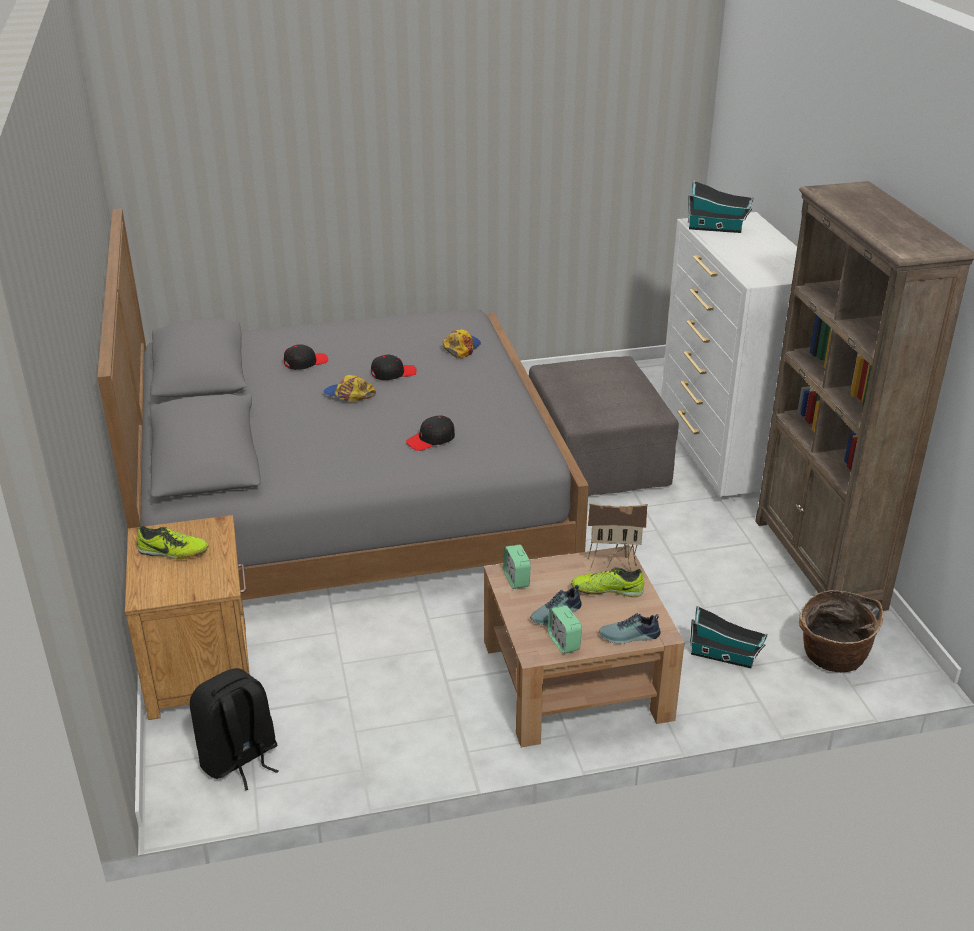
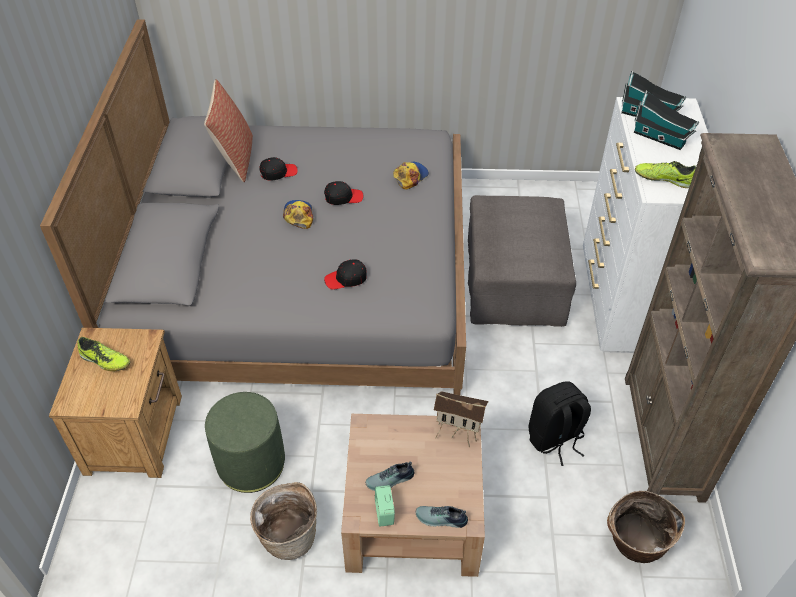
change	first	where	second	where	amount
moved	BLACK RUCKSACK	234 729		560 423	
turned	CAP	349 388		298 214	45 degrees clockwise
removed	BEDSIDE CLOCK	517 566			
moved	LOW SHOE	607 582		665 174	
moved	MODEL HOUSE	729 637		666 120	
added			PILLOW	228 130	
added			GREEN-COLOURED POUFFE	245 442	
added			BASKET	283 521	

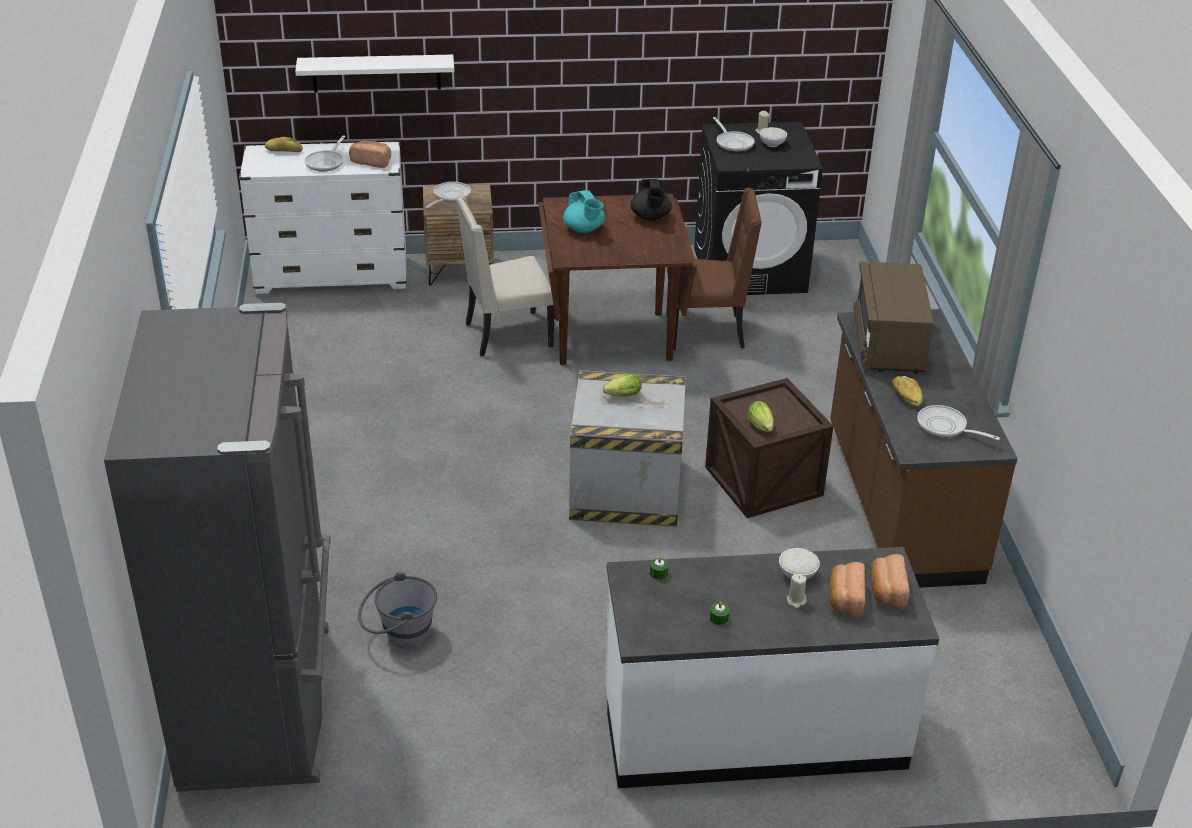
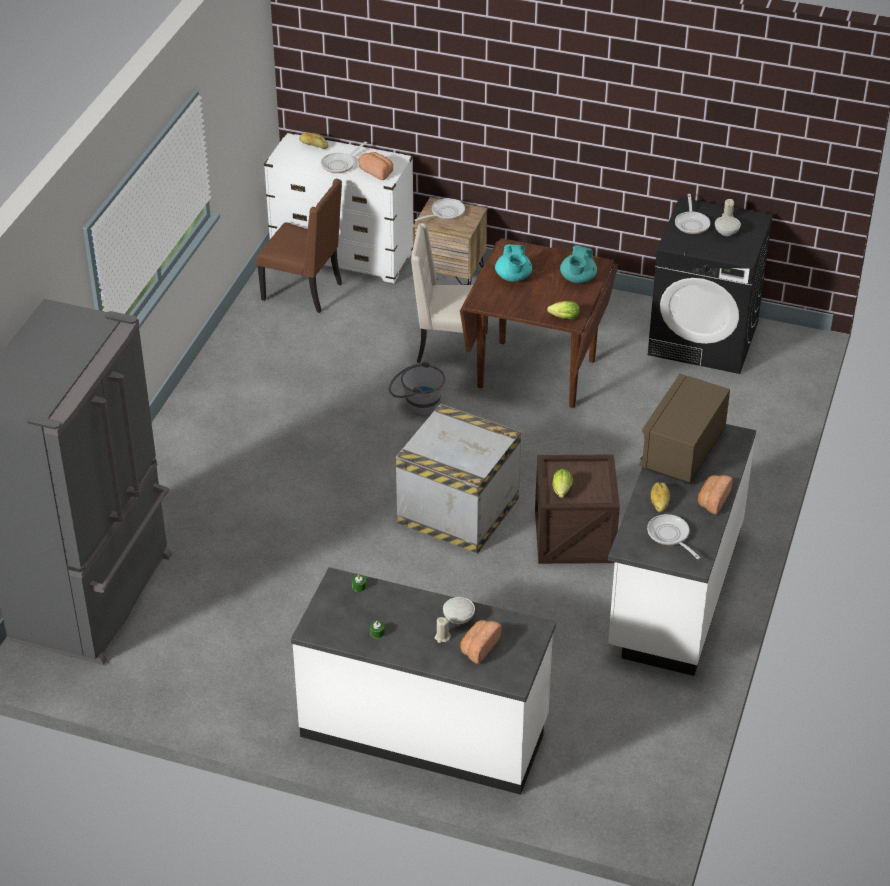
change	first	where	second	where	amount
removed	WHITISH SHELF	374 73			
moved	GREY WATER BUCKET	397 610		417 388	
moved	LETTUCE HEAD	622 385		563 310	
recoloured	BLACK TEA POT	651 200	TURQUOISE-COLOURED TEA POT	578 264	
moved	BROWN CHAIR	714 269		299 246	
recoloured	BROWN KITCHEN BASE UNIT	924 448	WHITISH KITCHEN BASE UNIT	682 550	
moved	BAKERY BREAD	890 581		715 494	

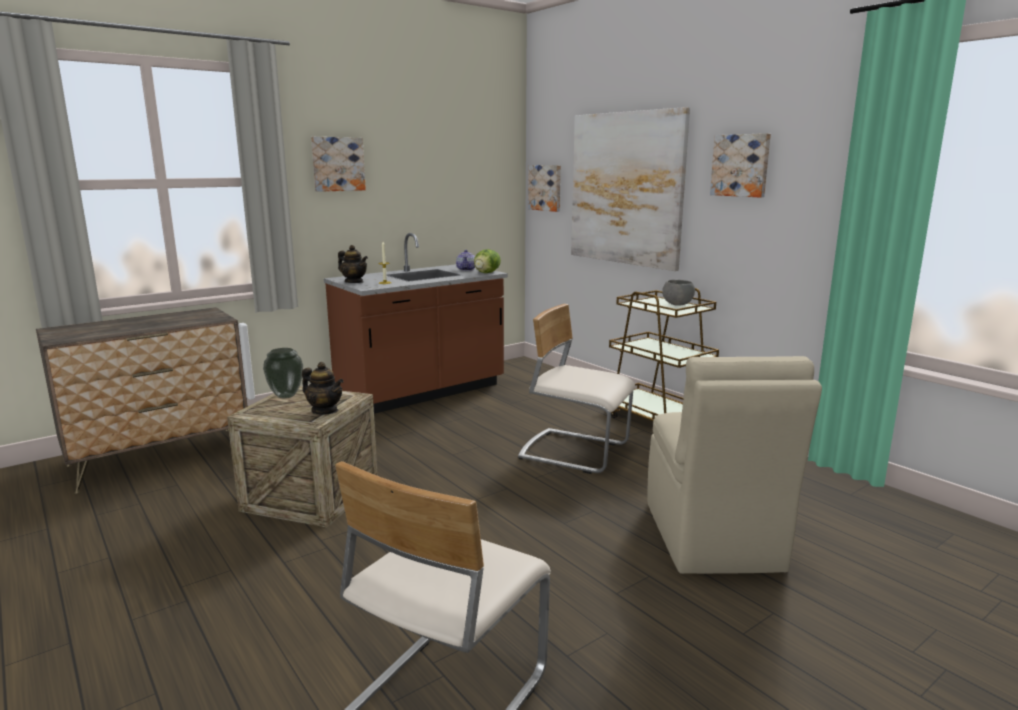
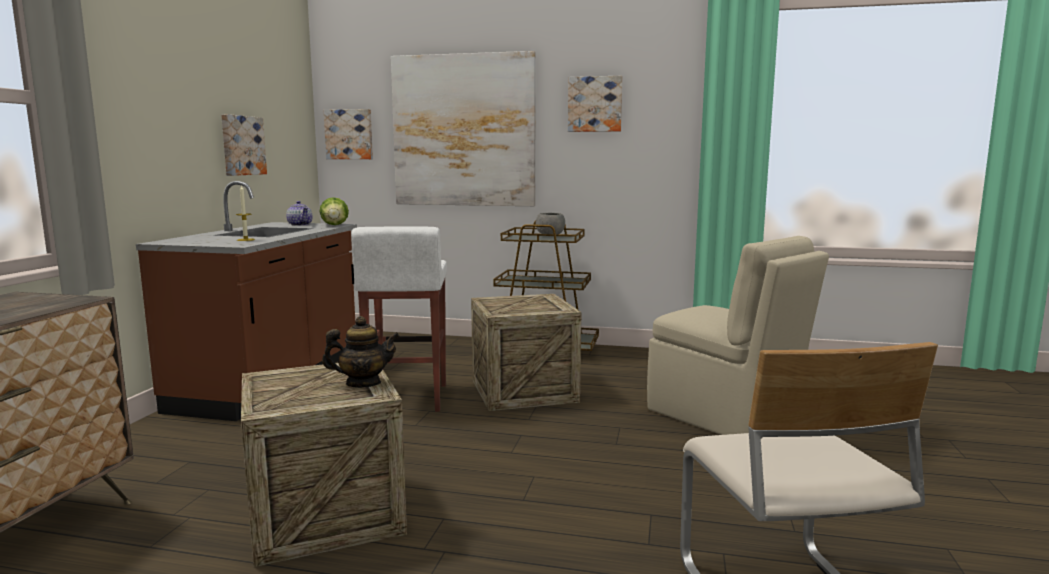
change	first	where	second	where	amount
removed	FLOWER VASE	283 373			
moved	WALL ART	338 164		244 145	
removed	TEA POT	353 264			
replaced	BEIGE-COLOURED CHAIR	576 389	SHIPPING CRATE	526 352	
added			WHITISH STOOL SEAT	399 319	

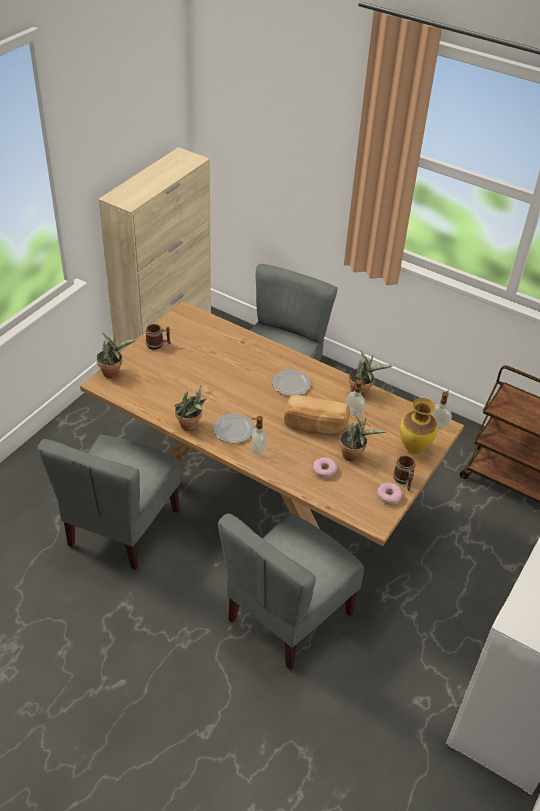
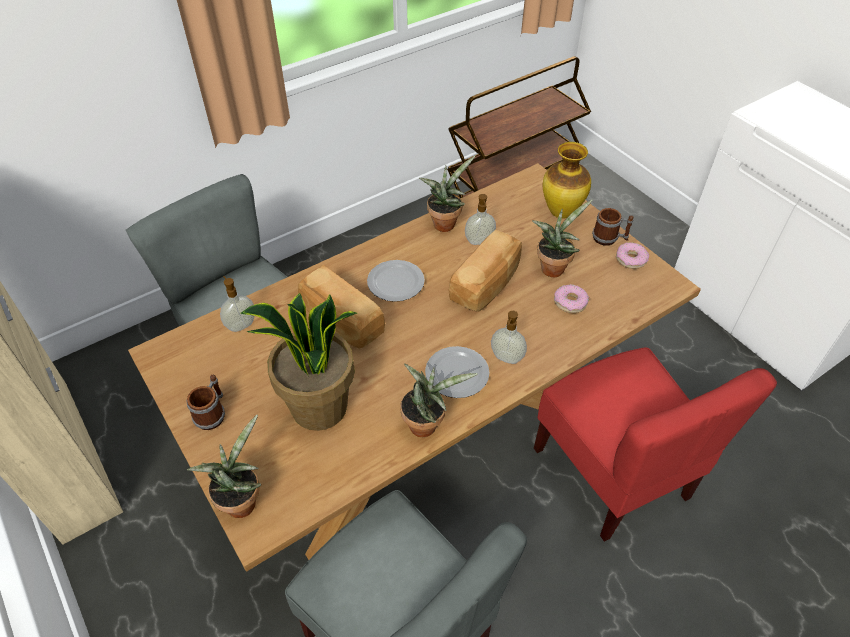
change	first	where	second	where	amount
recoloured	GREY CHAIR	291 591	RED-COLOURED CHAIR	655 444	
moved	LIQUID SOAP BOTTLE	441 410		237 304	
added			PLANT IN A POT	299 362	
added			BAKERY BREAD	341 307	

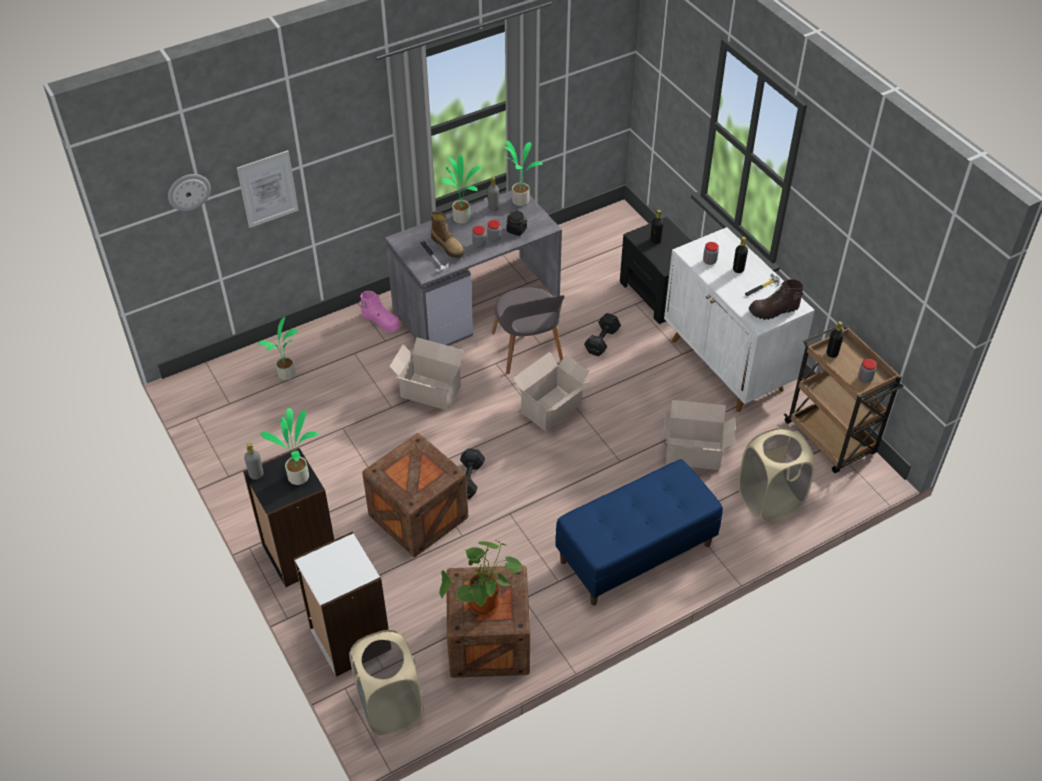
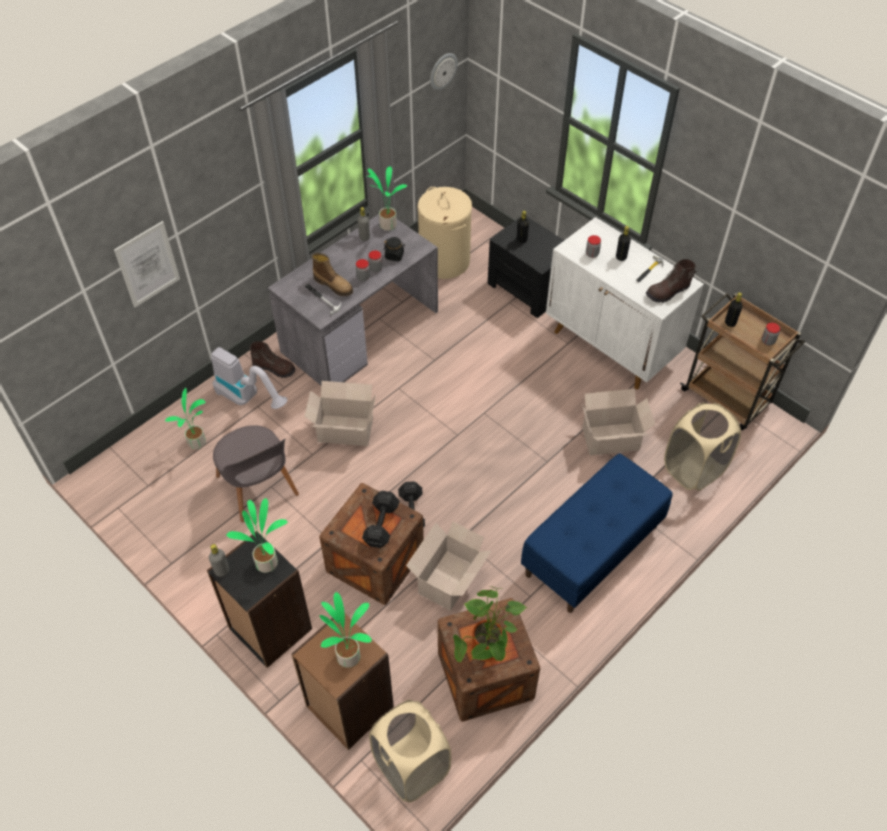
change	first	where	second	where	amount
moved	CLOCK ON THE WALL	189 192		444 71	
recoloured	WHITISH BOOKSHELF	341 604	BROWN BOOKSHELF	342 682	
recoloured	PINK-COLOURED BOOT	380 311	BROWN BOOT	272 359	
moved	PLANT IN A POT	461 189		346 630	
moved	GREY CHAIR	528 330		256 474	
moved	PACKING BOX	552 391		448 566	
moved	BLACK DUMBBELL	602 334		380 519	
added			VACUUM	249 378	
added			BEIGE-COLOURED LAUNDRY BASKET	444 233	

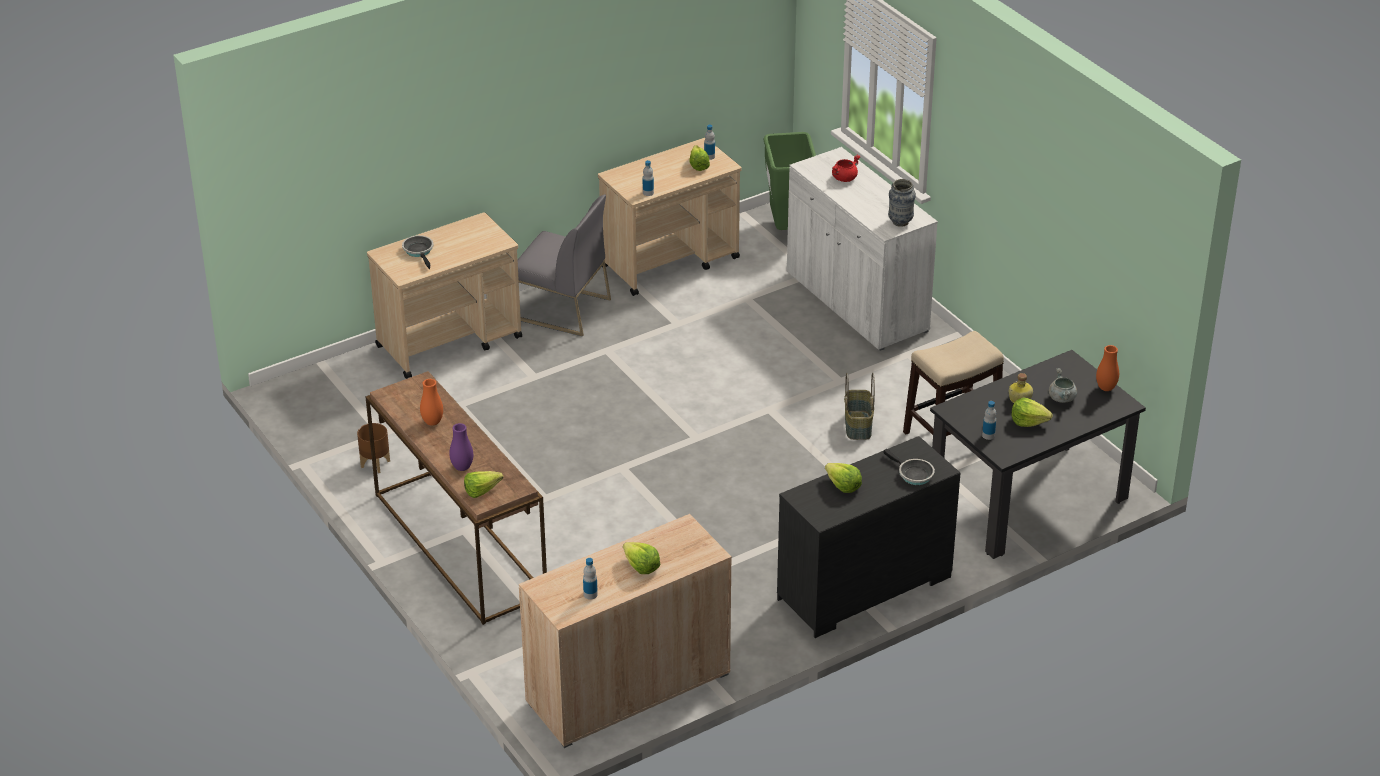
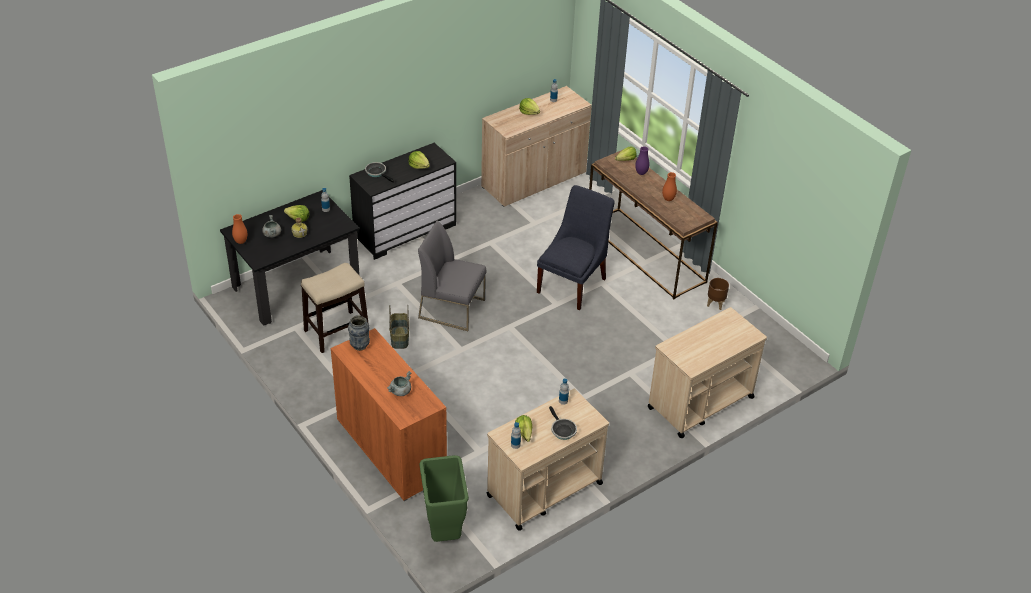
change	first	where	second	where	amount
moved	PAN	418 252		563 423	
moved	GREY CHAIR	564 265		452 275	
recoloured	WHITISH CABINET	862 249	ORANGE CABINET	388 414	
recoloured	RED-COLOURED SAUCEPOT	846 168	GREY SAUCEPOT	399 383	
added			BLUE CHAIR	576 247	

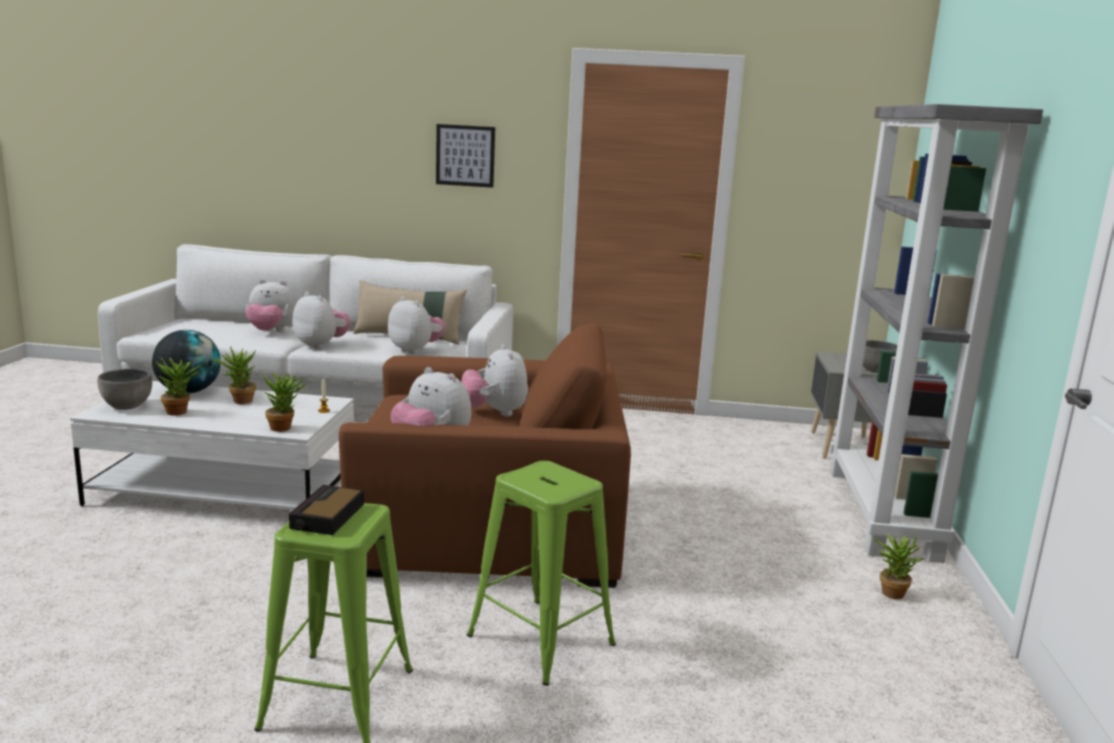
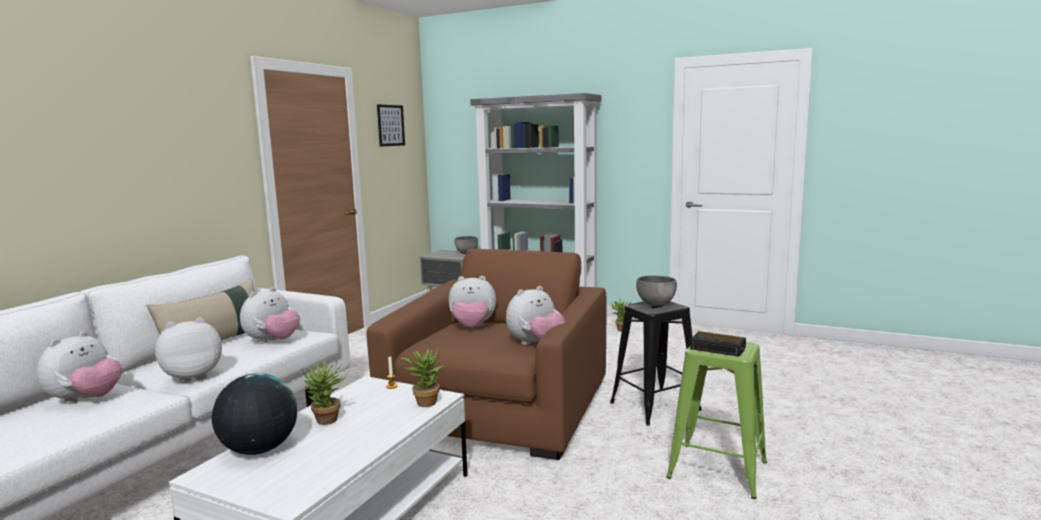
change	first	where	second	where	amount
moved	GREY BOWL	124 389		656 290	
removed	PLANT IN A POT	178 387			
turned	SOFT TOY	416 325		270 315	150 degrees clockwise
moved	WALL ART	465 156		391 125	
recoloured	GREEN-COLOURED STOOL SEAT	541 573	BLACK STOOL SEAT	656 363	

